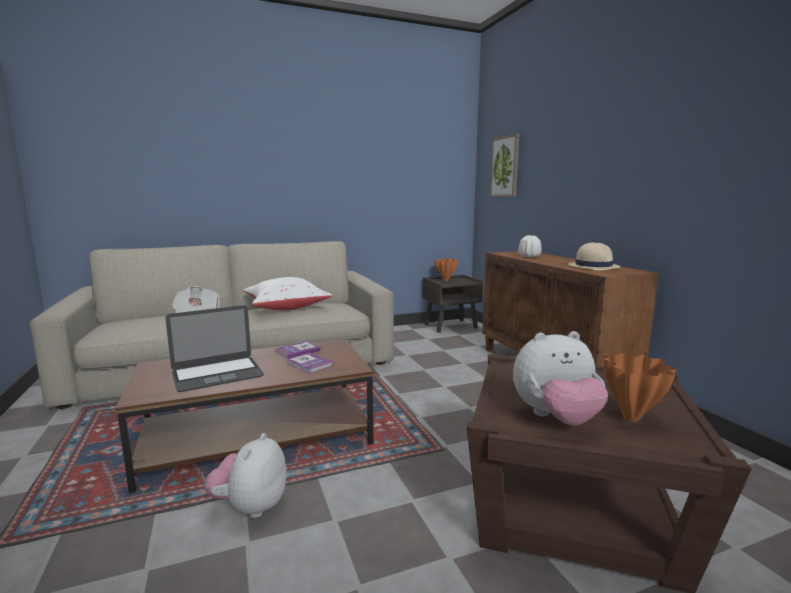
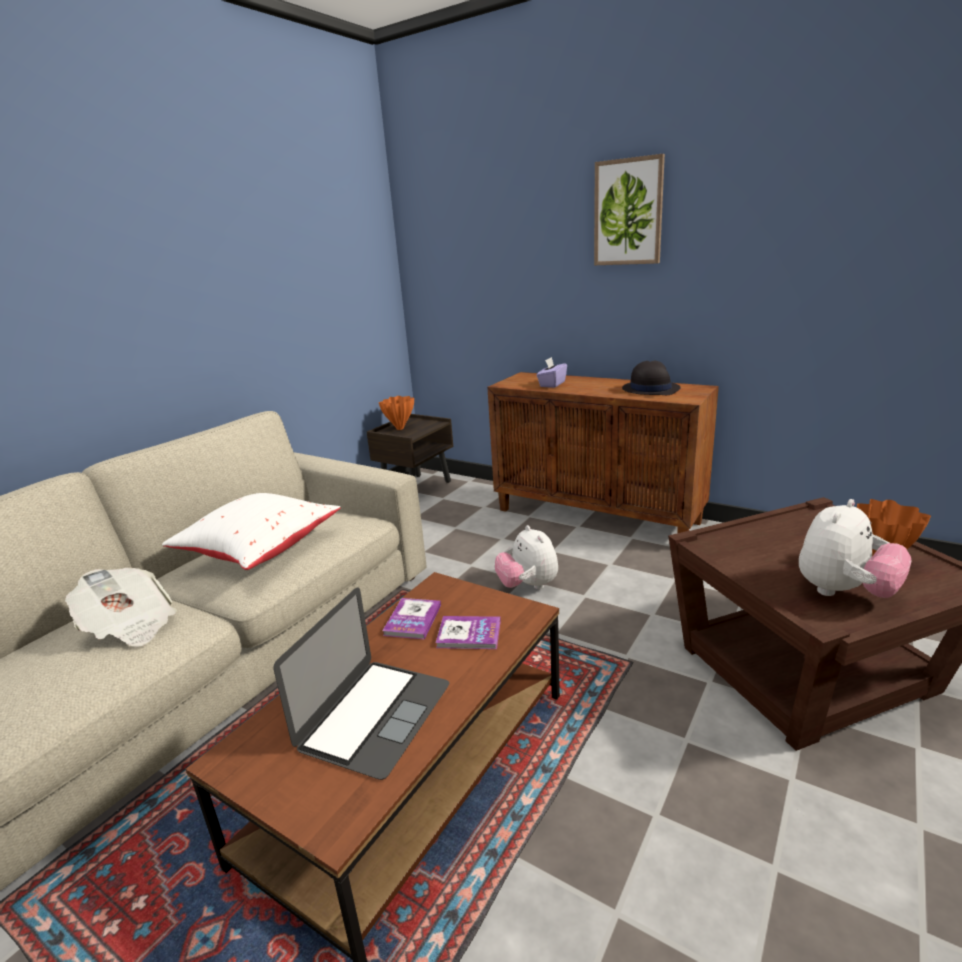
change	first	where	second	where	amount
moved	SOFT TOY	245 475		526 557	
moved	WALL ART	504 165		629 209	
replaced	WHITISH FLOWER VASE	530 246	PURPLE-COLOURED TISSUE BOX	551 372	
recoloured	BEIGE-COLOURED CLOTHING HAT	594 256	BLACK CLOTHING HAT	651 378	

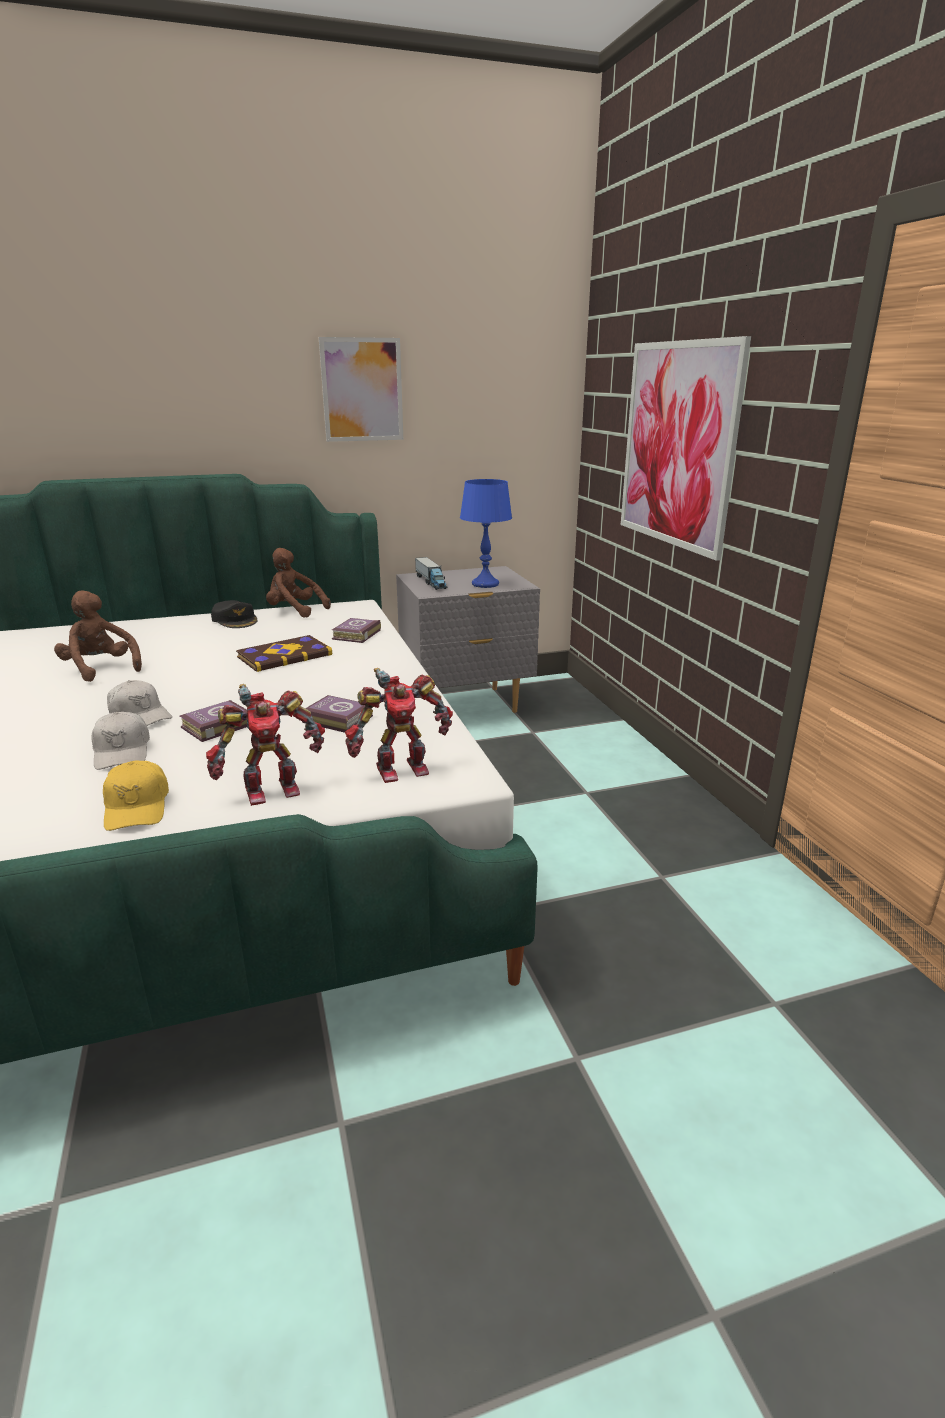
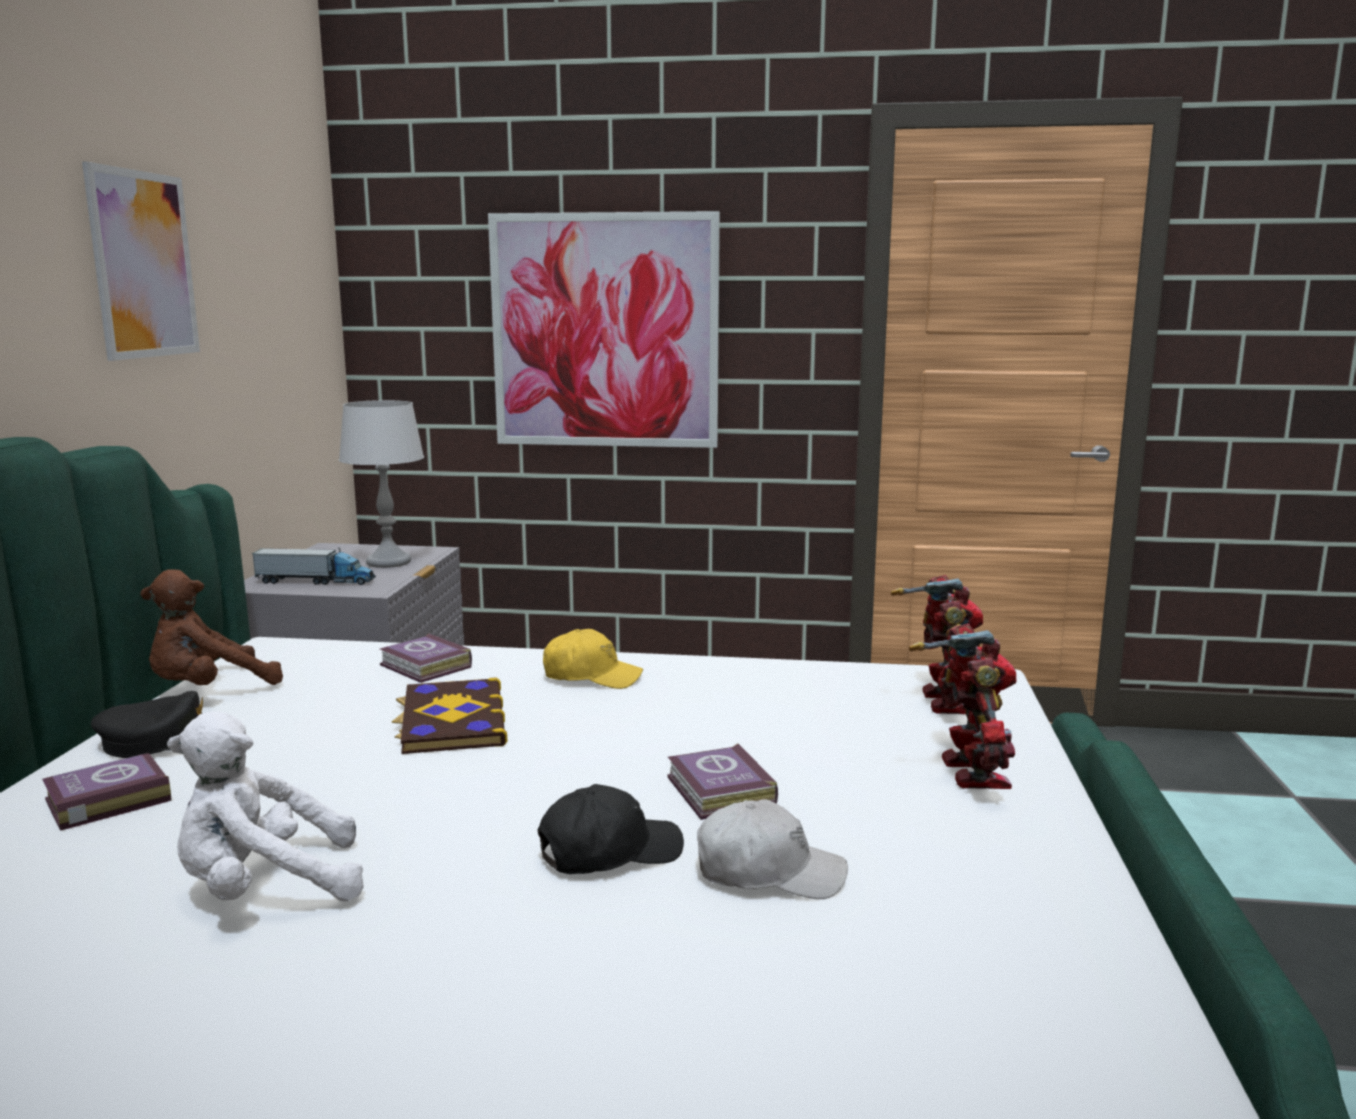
change	first	where	second	where	amount
recoloured	BROWN SOFT TOY	98 636	WHITISH SOFT TOY	265 806	
moved	YELLOW-COLOURED CAP	136 795		593 659	
recoloured	WHITISH CAP	139 703	BLACK CAP	611 829	
moved	BOOK	337 714		106 792	
recoloured	BLUE TABLETOP LAMP	486 533	GREY TABLETOP LAMP	381 484	

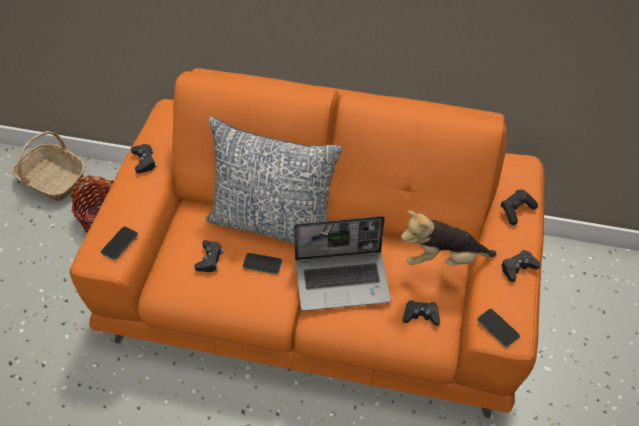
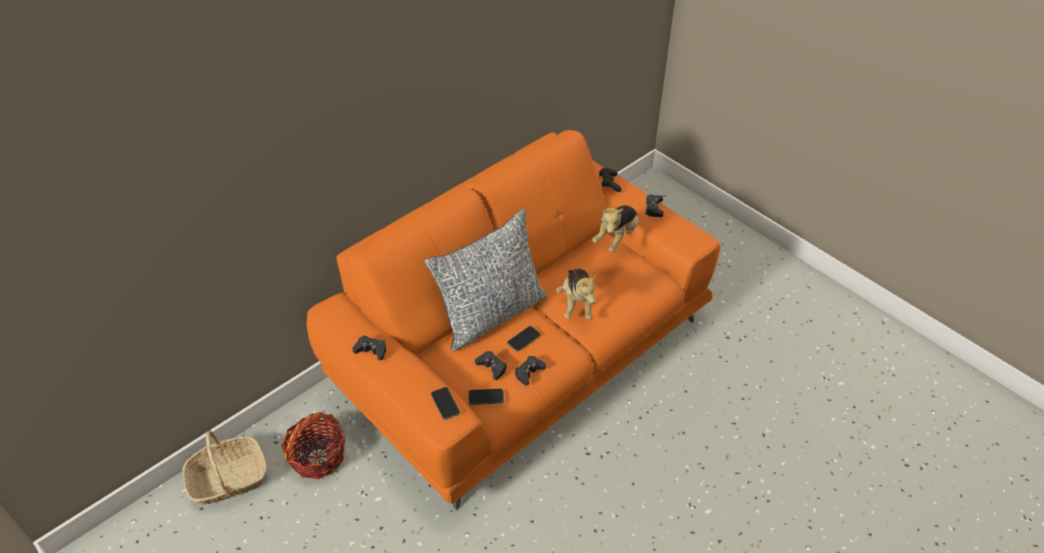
change	first	where	second	where	amount
replaced	PORTABLE COMPUTER	342 263	SOFT TOY	576 294	
moved	BLACK GAMEPAD	421 313		530 371	
moved	HANDSET	498 328		486 397	

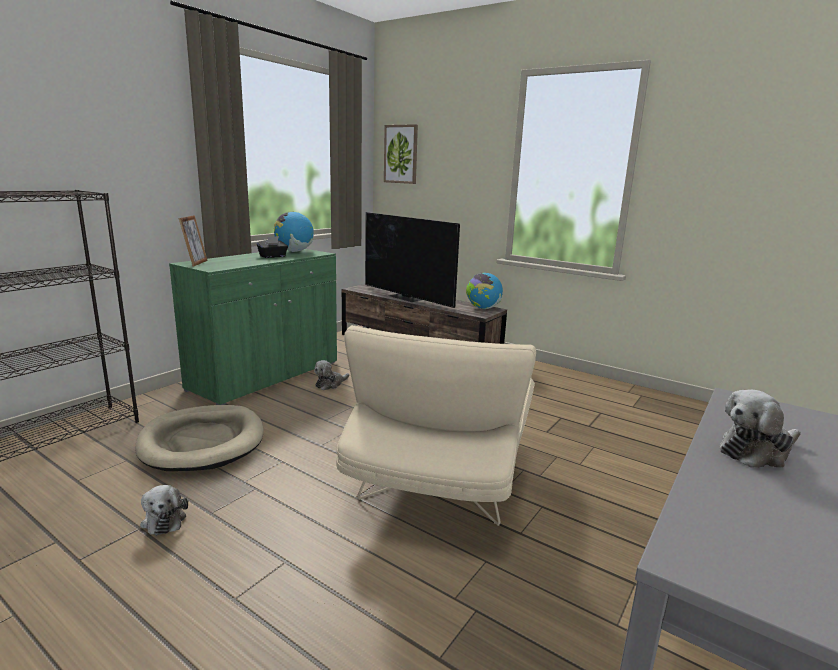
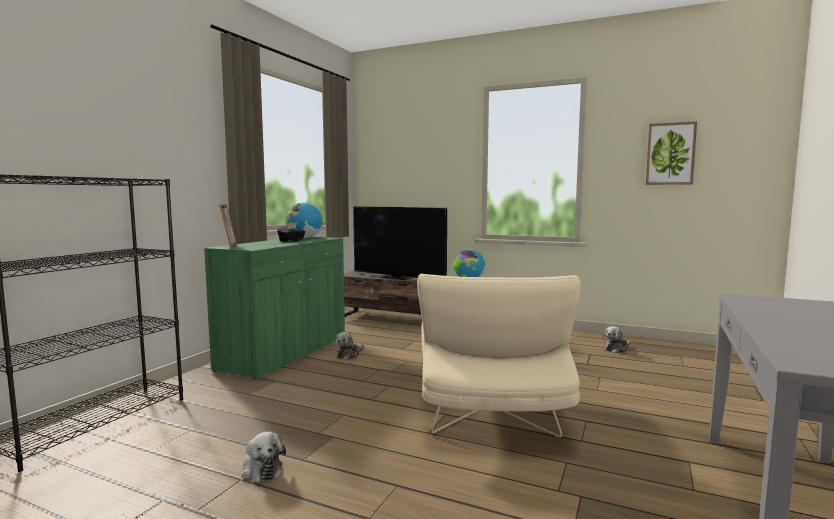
change	first	where	second	where	amount
removed	BEIGE-COLOURED PET BED	199 438			
moved	WALL ART	401 154		671 153	
moved	SOFT TOY	760 429		618 339	

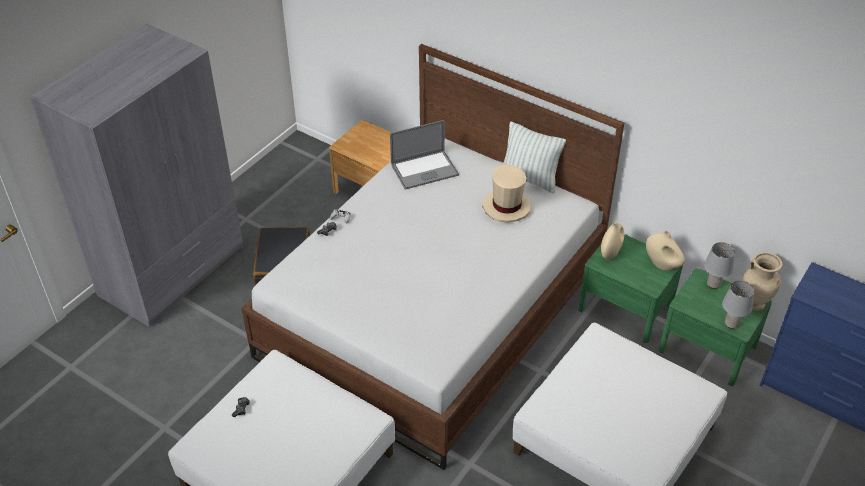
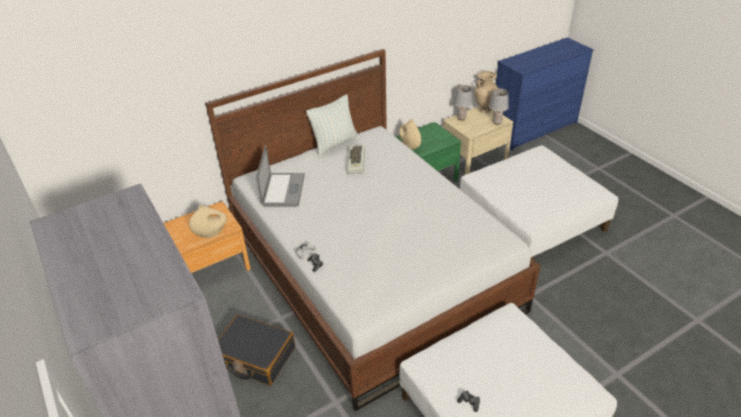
change	first	where	second	where	amount
replaced	BEIGE-COLOURED CLOTHING HAT	506 194	KEYBOARD	356 159	
moved	BEIGE-COLOURED FLOWER VASE	665 250		208 221	
recoloured	GREEN-COLOURED BEDSIDE TABLE	715 327	BEIGE-COLOURED BEDSIDE TABLE	478 140	

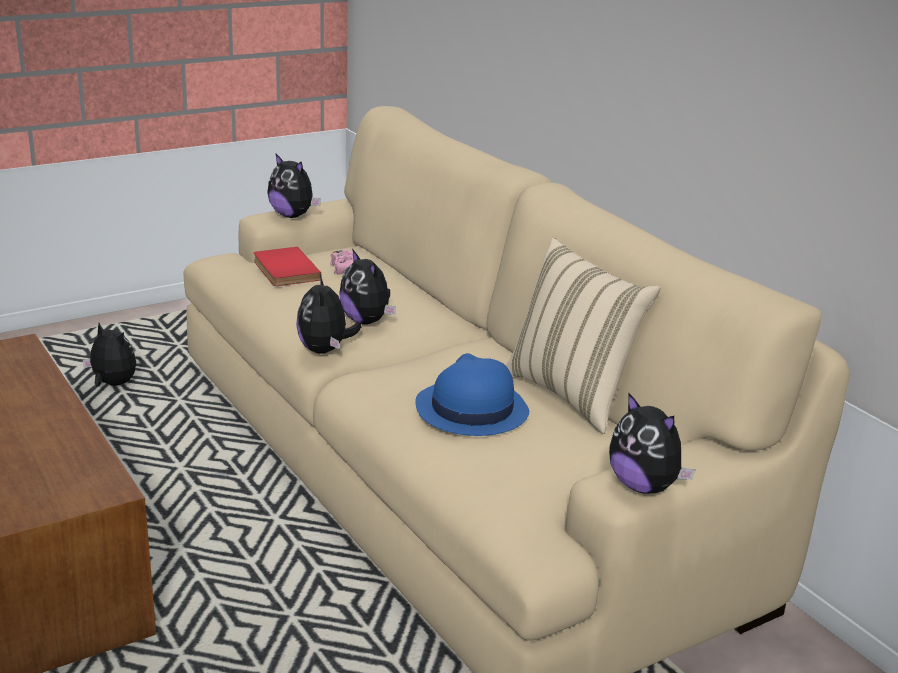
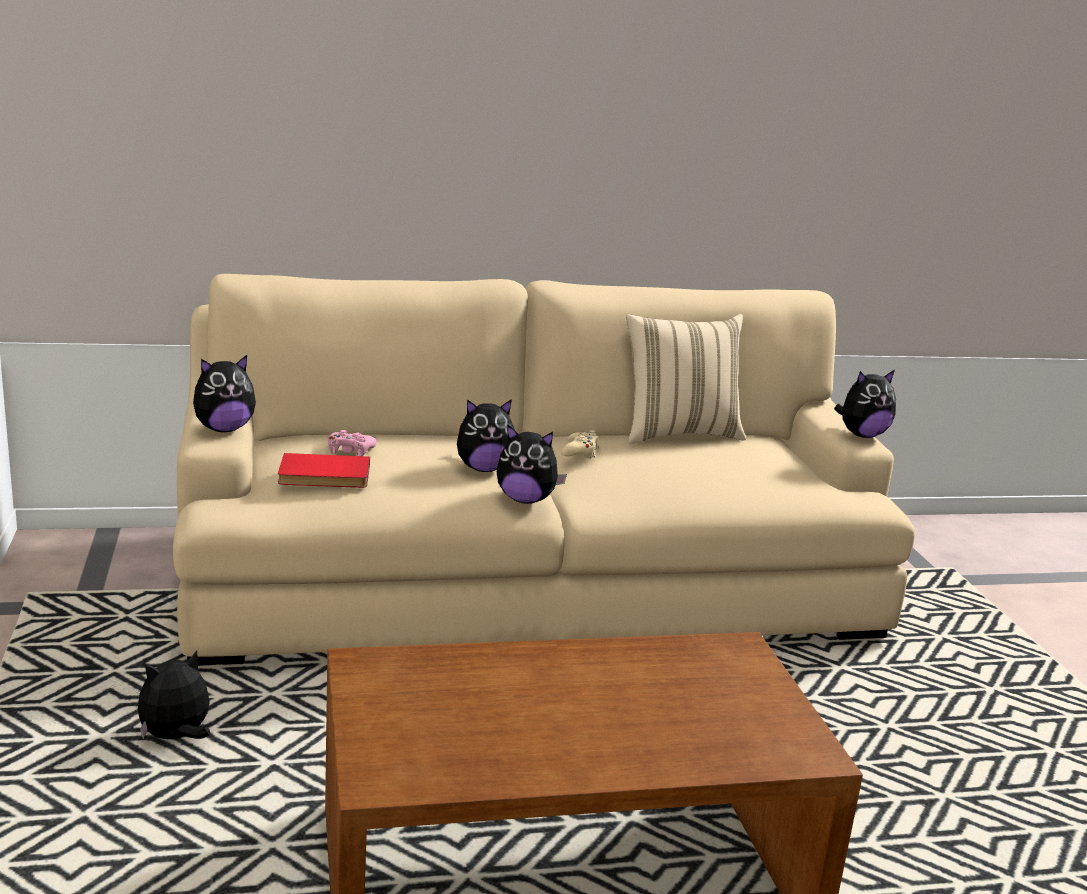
change	first	where	second	where	amount
removed	BLUE CLOTHING HAT	472 394			
added			BEIGE-COLOURED GAMEPAD	580 444	

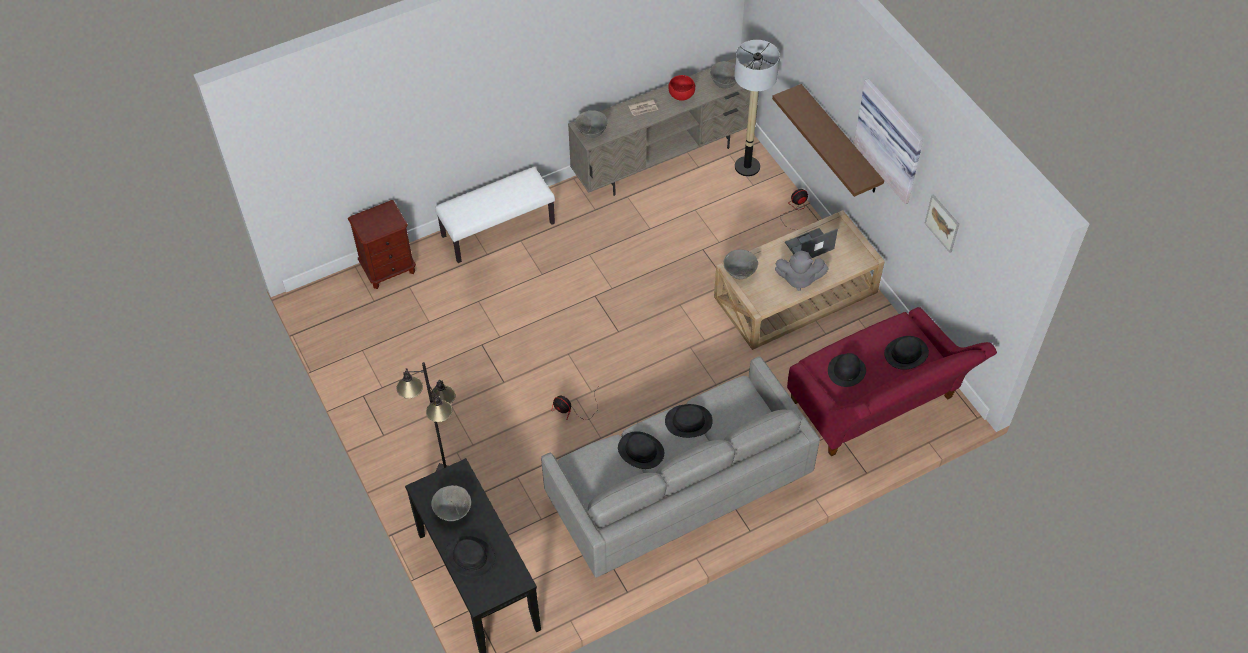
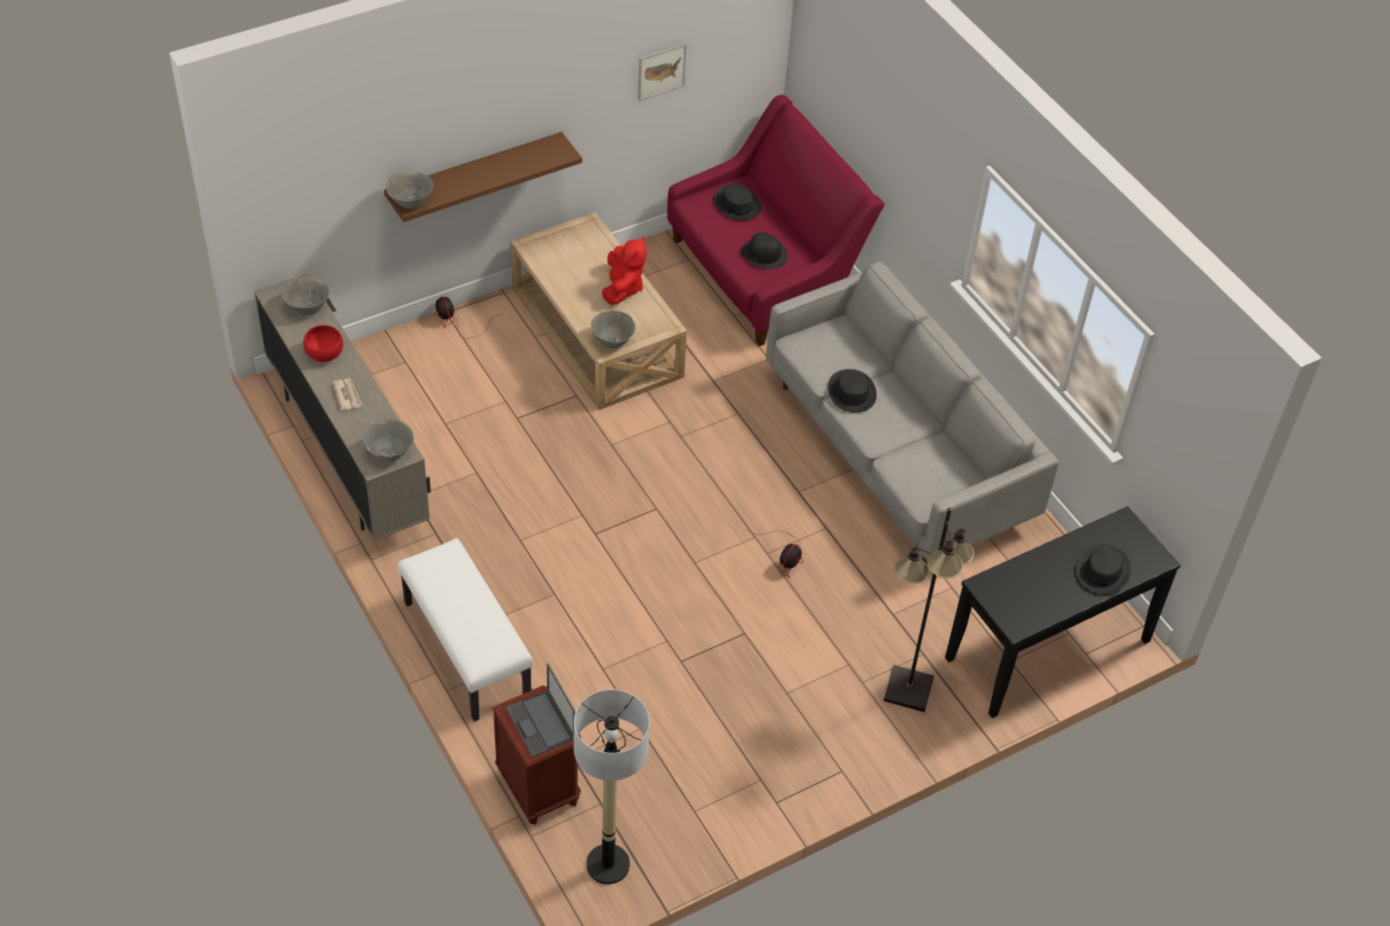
change	first	where	second	where	amount
moved	GREY BOWL	451 503		409 190	
removed	BLACK CLOTHING HAT	641 450			
moved	STANDING LAMP	757 108		612 786	
recoloured	GREY SOFT TOY	801 271	RED-COLOURED SOFT TOY	624 270	
moved	PORTABLE COMPUTER	811 243		541 710	
removed	WALL ART	888 141			

